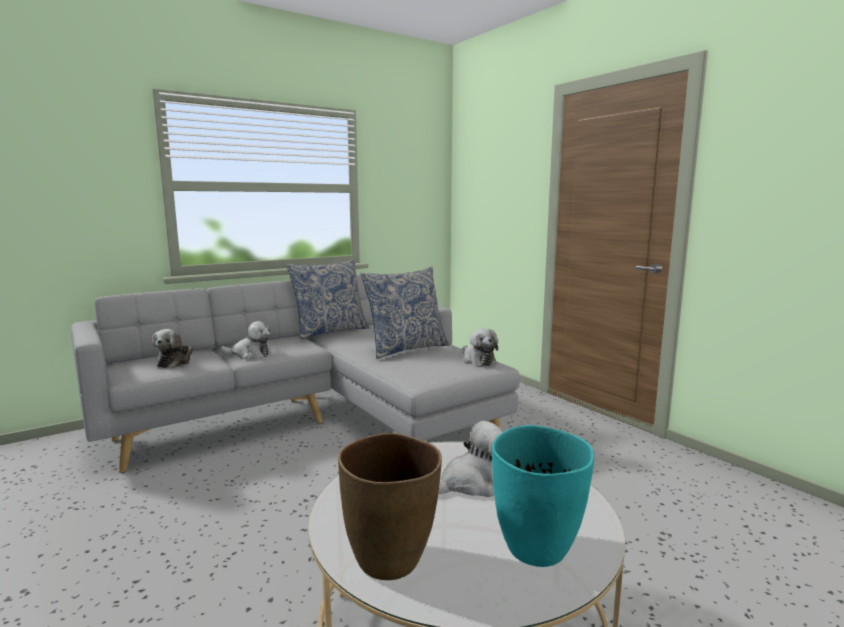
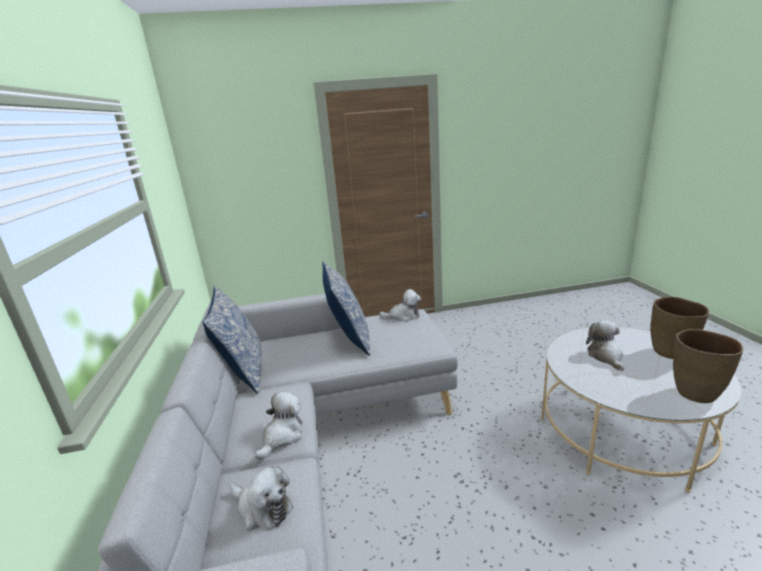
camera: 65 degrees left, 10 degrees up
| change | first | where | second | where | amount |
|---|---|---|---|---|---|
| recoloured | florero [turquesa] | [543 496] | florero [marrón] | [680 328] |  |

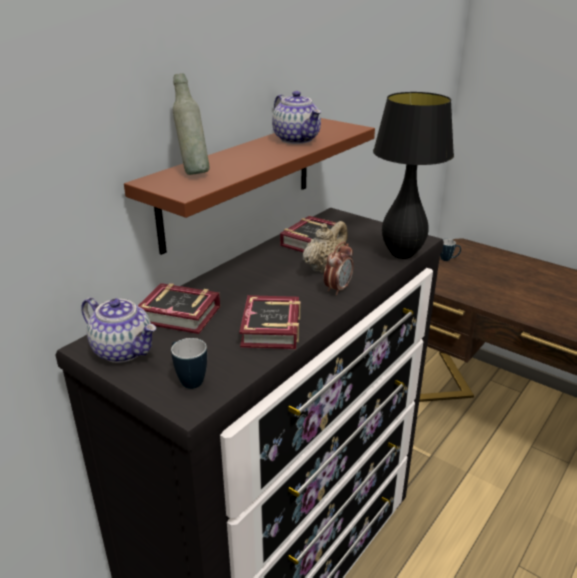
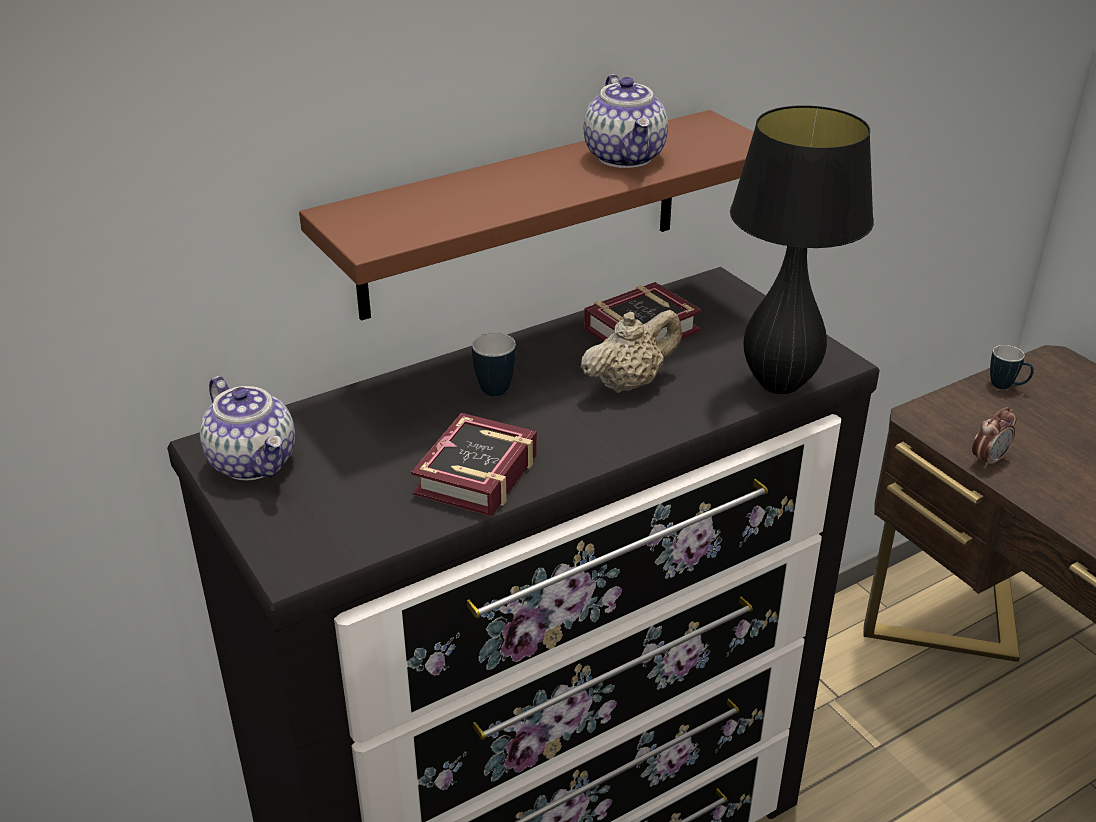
camera: 20 degrees right, 5 degrees up
| change | first | where | second | where | amount |
|---|---|---|---|---|---|
| removed | botella [gris] | [191 124] |  |  |  |
| moved | despertador | [339 268] |  | [994 438] |  |
| removed | libro | [179 308] |  |  |  |
| moved | taza grande | [189 363] |  | [494 364] |  |

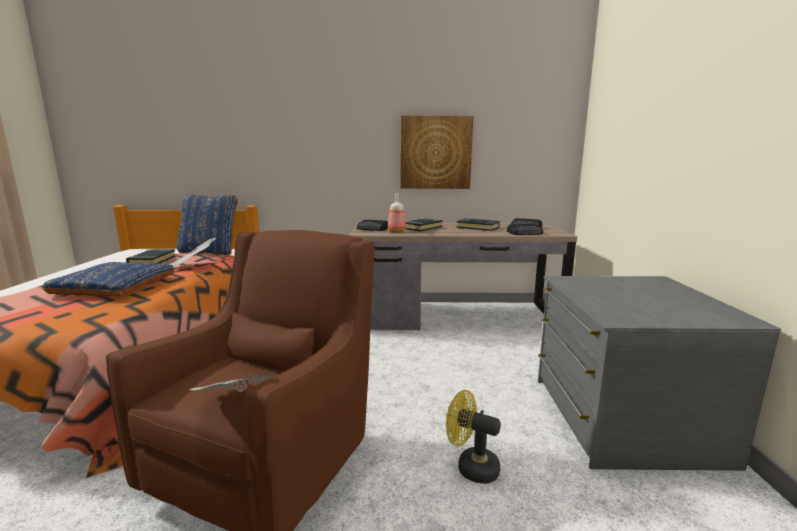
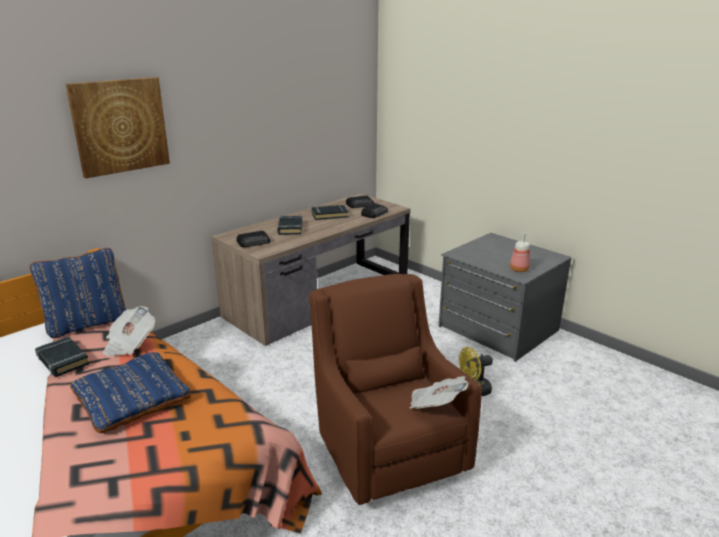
camera: 45 degrees left, 10 degrees up
| change | first | where | second | where | amount |
|---|---|---|---|---|---|
| moved | cuadro | [437 152] |  | [117 127] |  |
| moved | botella | [397 212] |  | [520 252] |  |

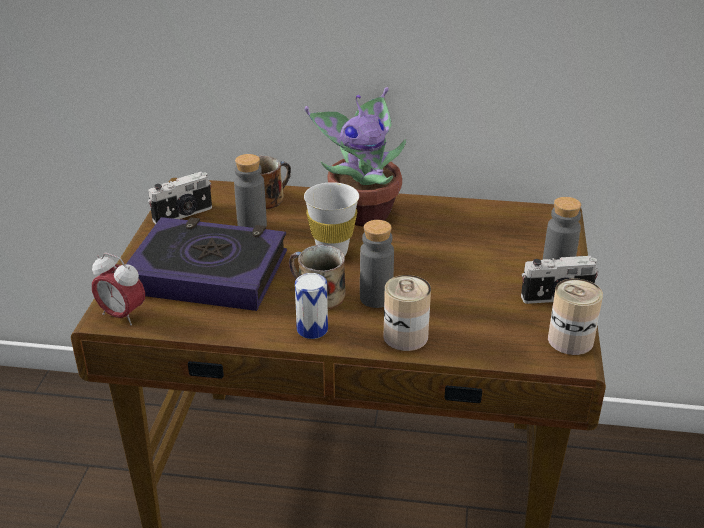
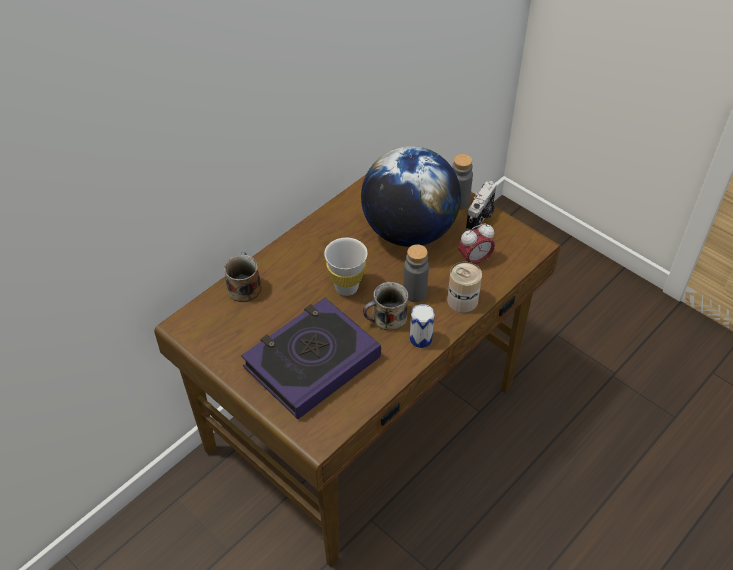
camera: 55 degrees left, 15 degrees up
| change | first | where | second | where | amount |
|---|---|---|---|---|---|
| removed | planta en maceta | [355 156] |  |  |  |
| removed | botella [gris] | [250 191] |  |  |  |
| removed | cámara | [180 198] |  |  |  |
| moved | despertador | [118 289] |  | [476 244] |  |
| removed | lata | [575 316] |  |  |  |
| added |  |  | globo terráqueo | [411 196] |  |

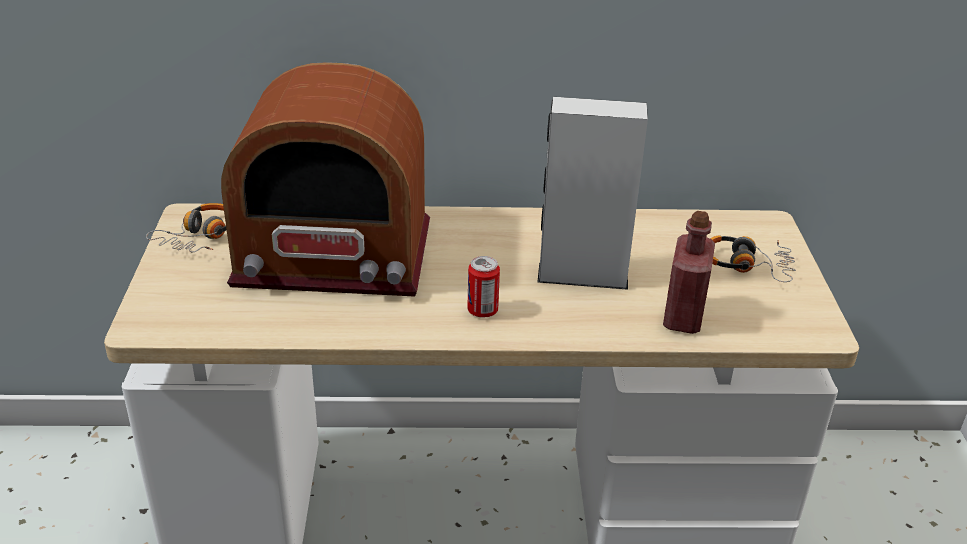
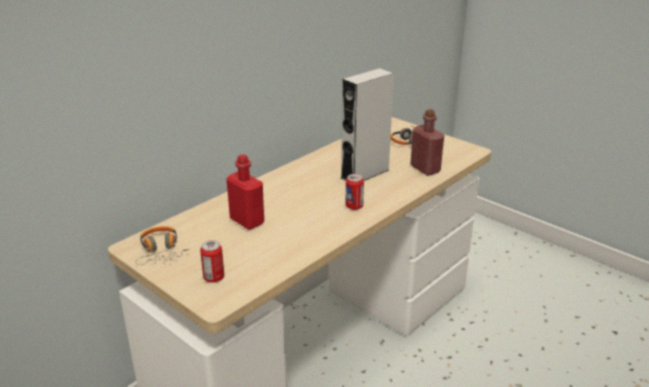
camera: 45 degrees left, 5 degrees down
| change | first | where | second | where | amount |
|---|---|---|---|---|---|
| replaced | radio | [325 179] | botella [rojo] | [245 192] |  |
| added |  |  | lata | [212 261] |  |

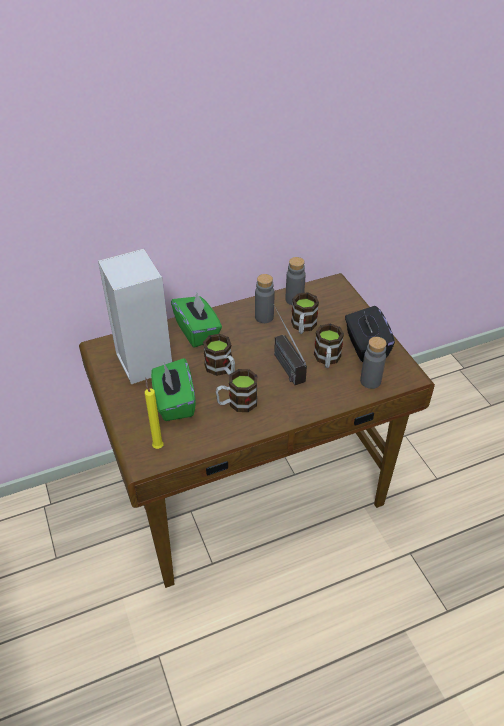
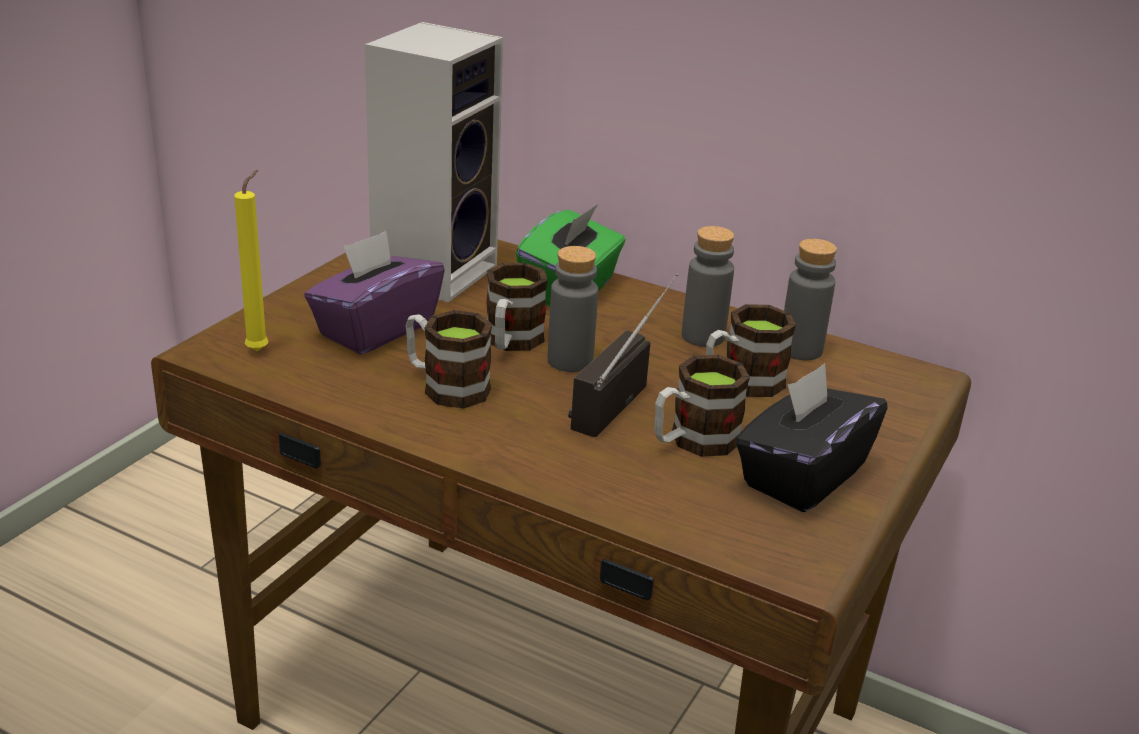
camera: 50 degrees right, 15 degrees down
| change | first | where | second | where | amount |
|---|---|---|---|---|---|
| moved | botella [gris] | [373 363] |  | [573 309] |  |
| recoloured | caja de pañuelos [verde] | [173 389] | caja de pañuelos [morado] | [374 292] |  |

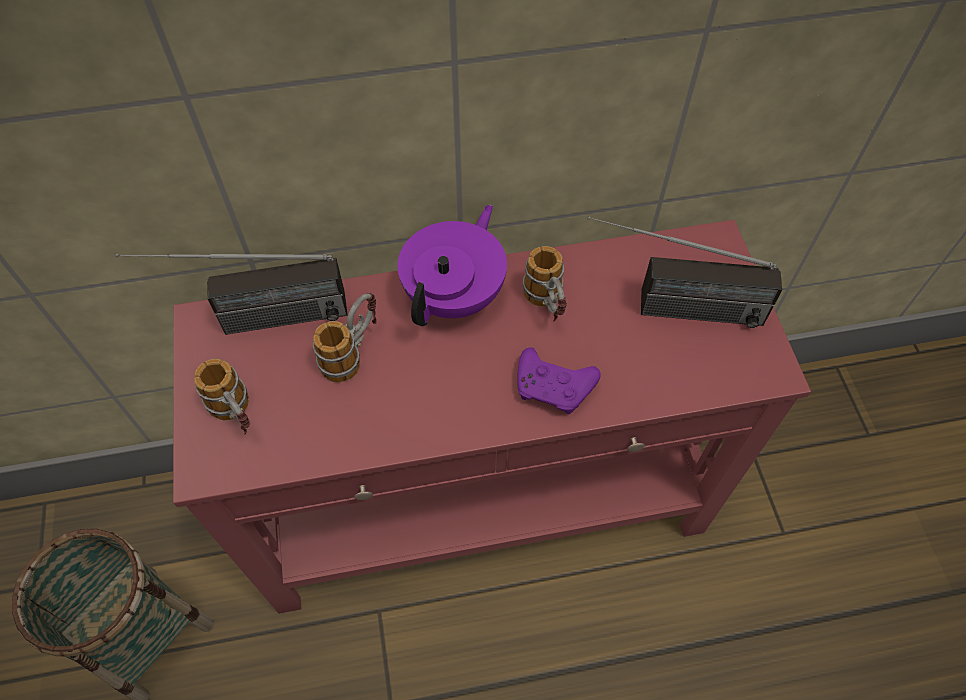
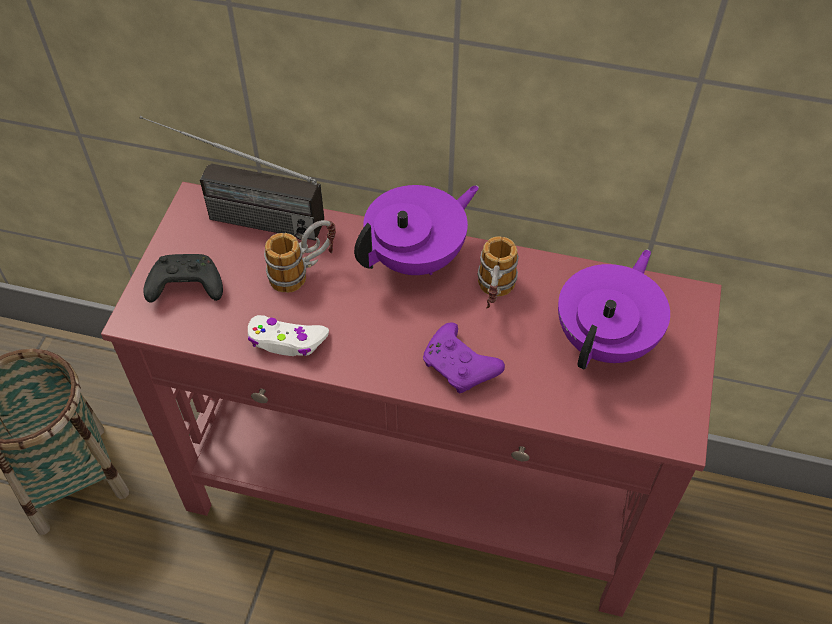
camera: 25 degrees right, 5 degrees down
| change | first | where | second | where | amount |
|---|---|---|---|---|---|
| replaced | radio | [684 272] | tetera [morado] | [614 309] |  |
| replaced | taza grande | [222 396] | mando de consola [negro] | [183 278] |  |
| added |  |  | mando de consola [blanco] | [288 335] |  |

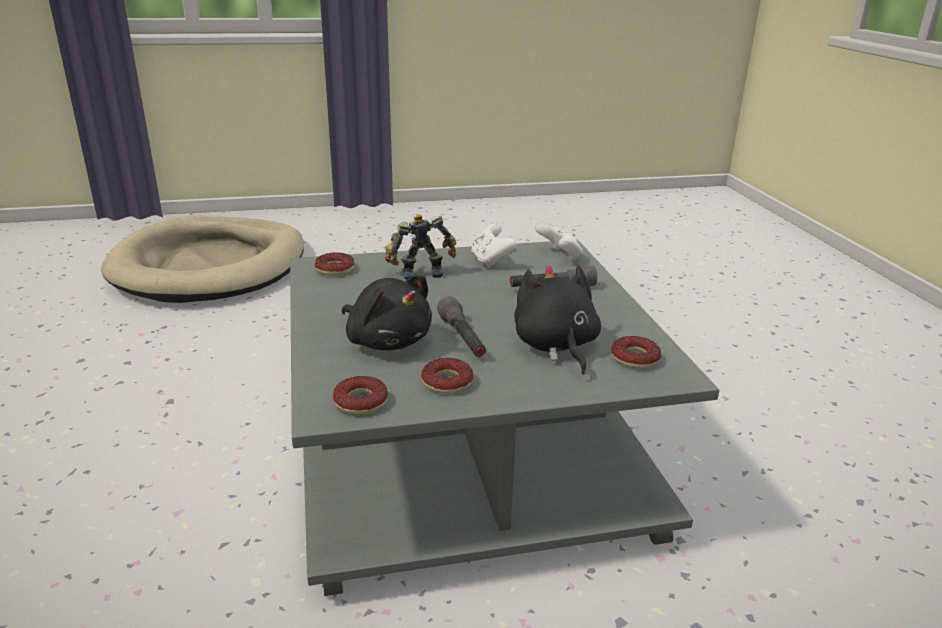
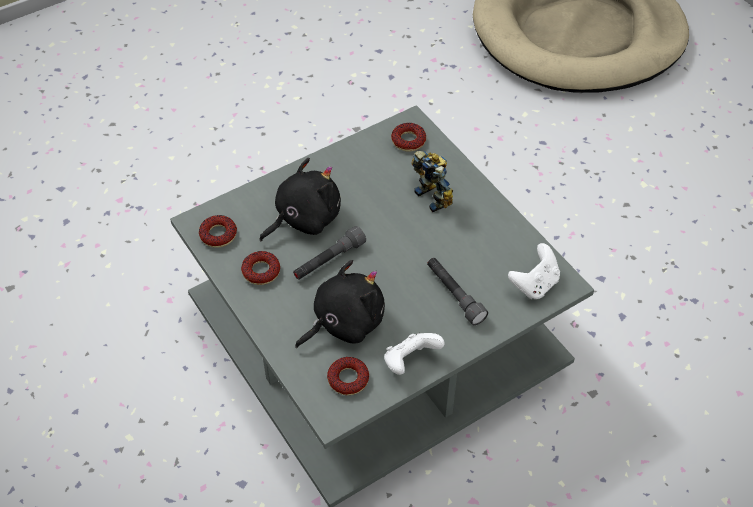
camera: 70 degrees right, 25 degrees up
| change | first | where | second | where | amount |
|---|---|---|---|---|---|
| moved | mando de consola [blanco] | [493 245] |  | [414 354] |  |
| turned | peluche [negro] | [387 313] |  | [300 199] | 150 degrees counterclockwise |

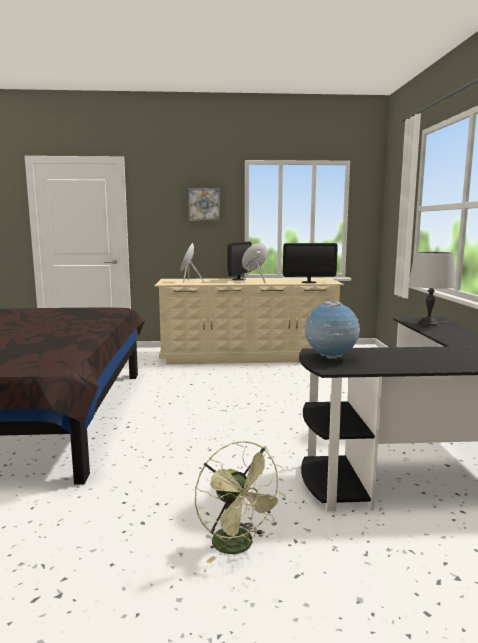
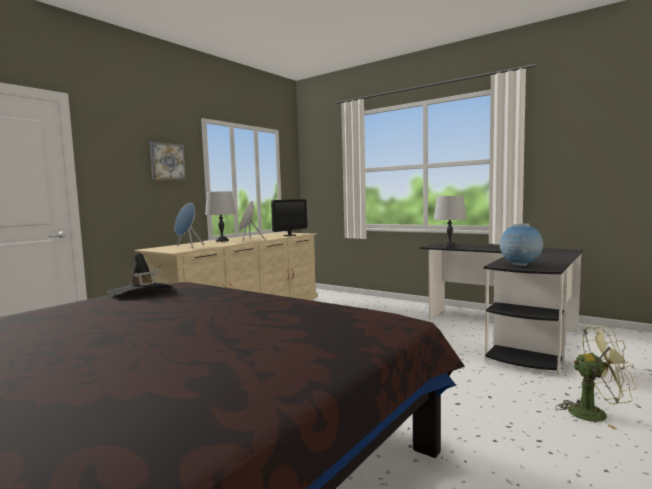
camera: 50 degrees left, 5 degrees down
| change | first | where | second | where | amount |
|---|---|---|---|---|---|
| replaced | monitor | [239 261] | lámpara de mesa [gris] | [220 216] |  |
| added |  |  | sombrero [negro] | [141 274] |  |

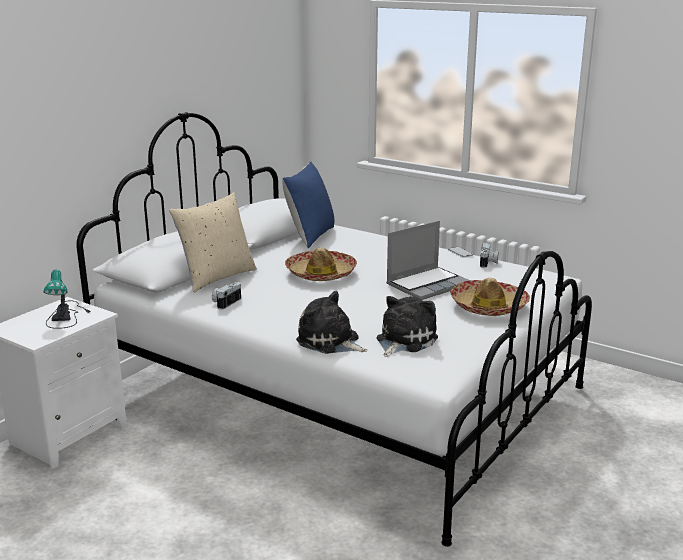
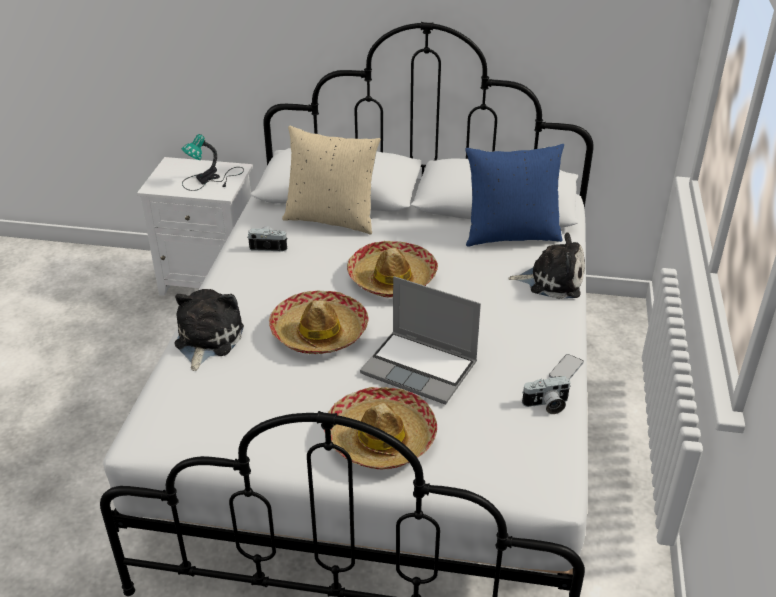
camera: 65 degrees right, 15 degrees up
| change | first | where | second | where | amount |
|---|---|---|---|---|---|
| moved | peluche | [407 326] |  | [546 265] |  |
| added |  |  | sombrero | [319 322] |  |

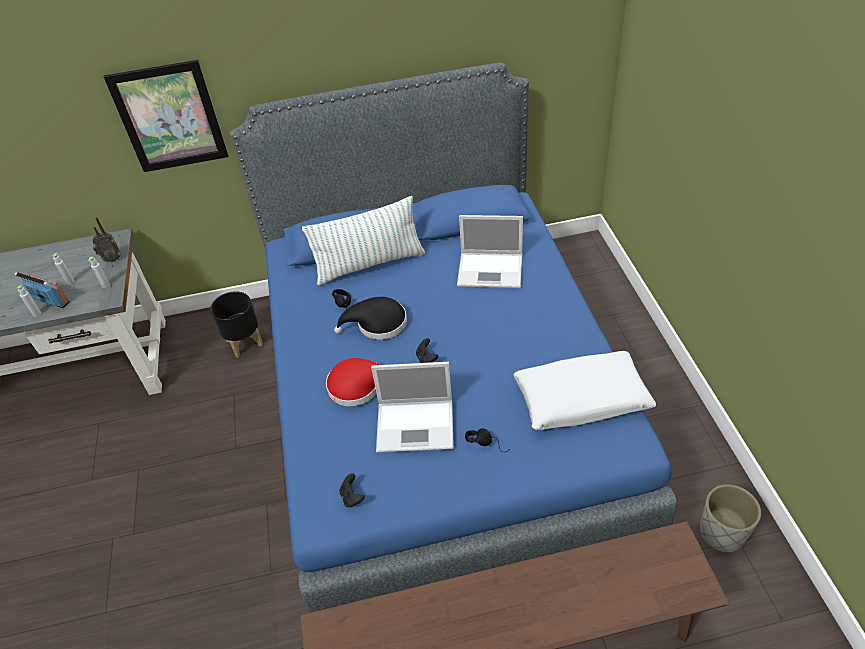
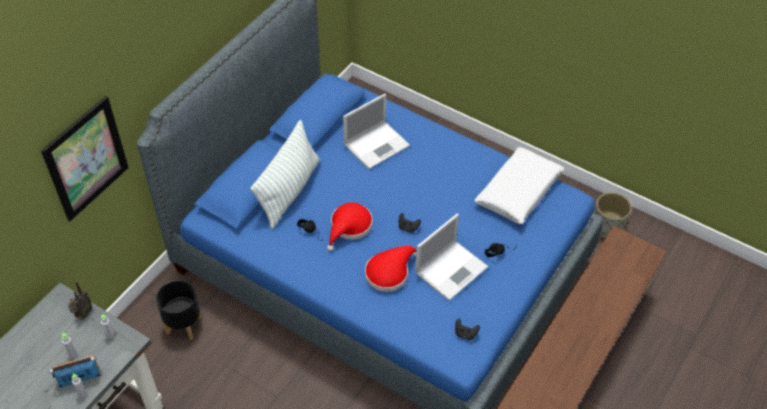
camera: 50 degrees left, 5 degrees up
| change | first | where | second | where | amount |
|---|---|---|---|---|---|
| recoloured | sombrero [negro] | [370 318] | sombrero [rojo] | [350 227] |  |

